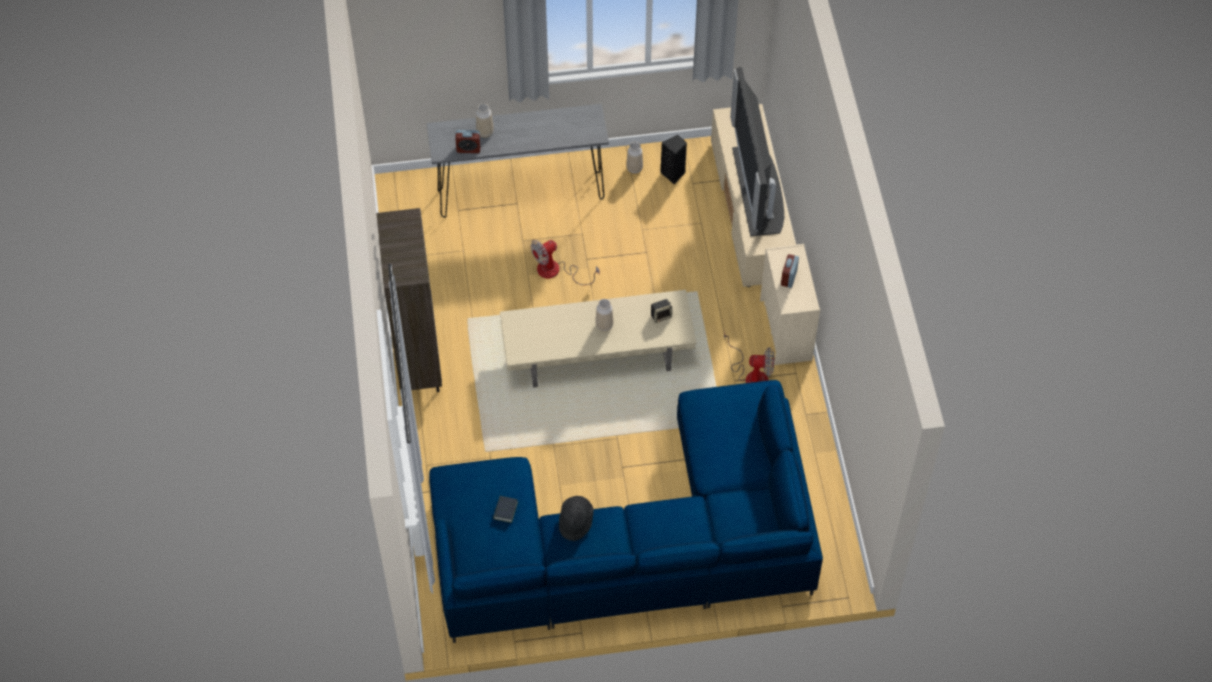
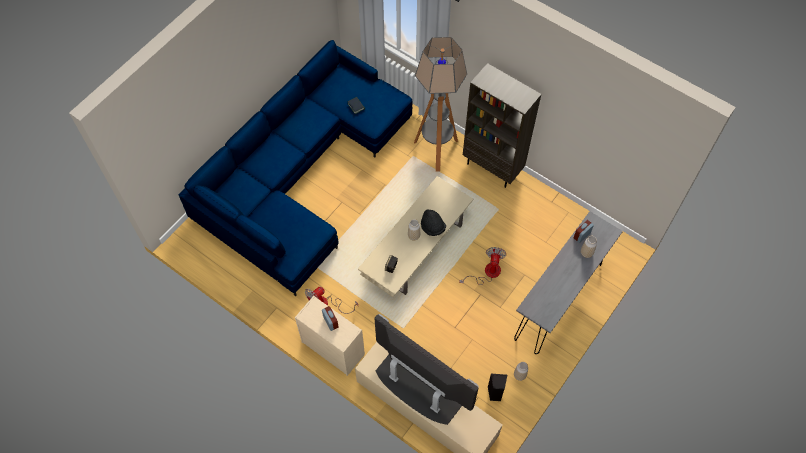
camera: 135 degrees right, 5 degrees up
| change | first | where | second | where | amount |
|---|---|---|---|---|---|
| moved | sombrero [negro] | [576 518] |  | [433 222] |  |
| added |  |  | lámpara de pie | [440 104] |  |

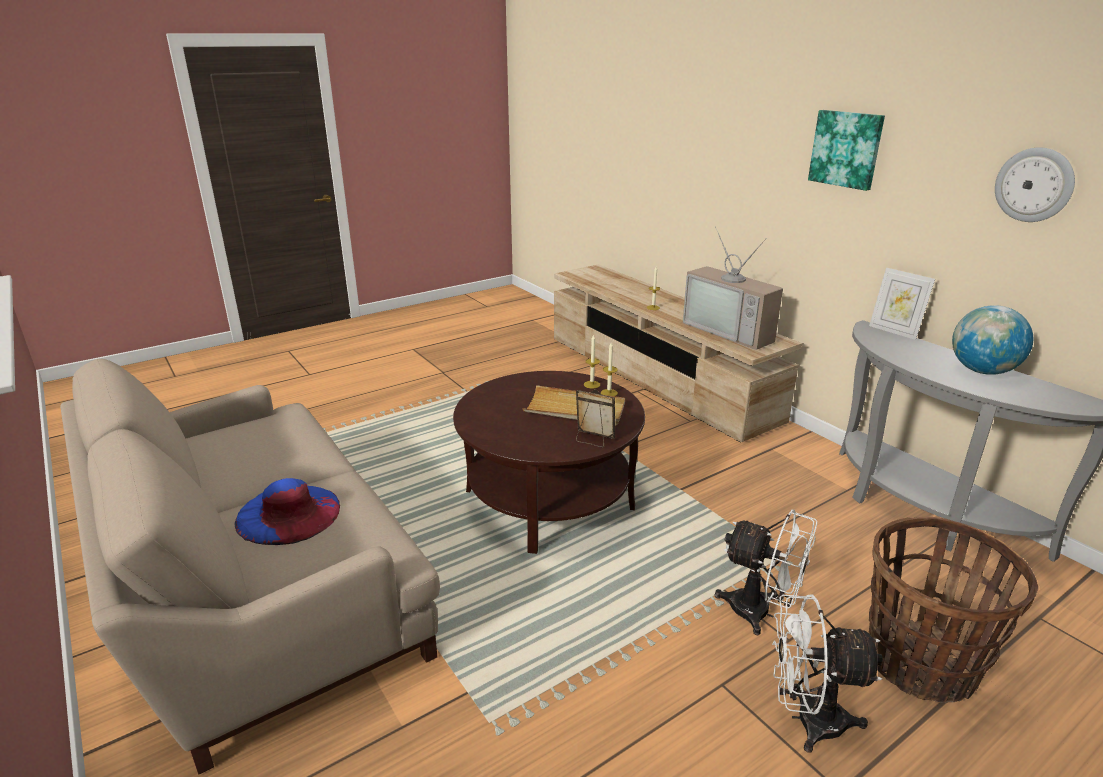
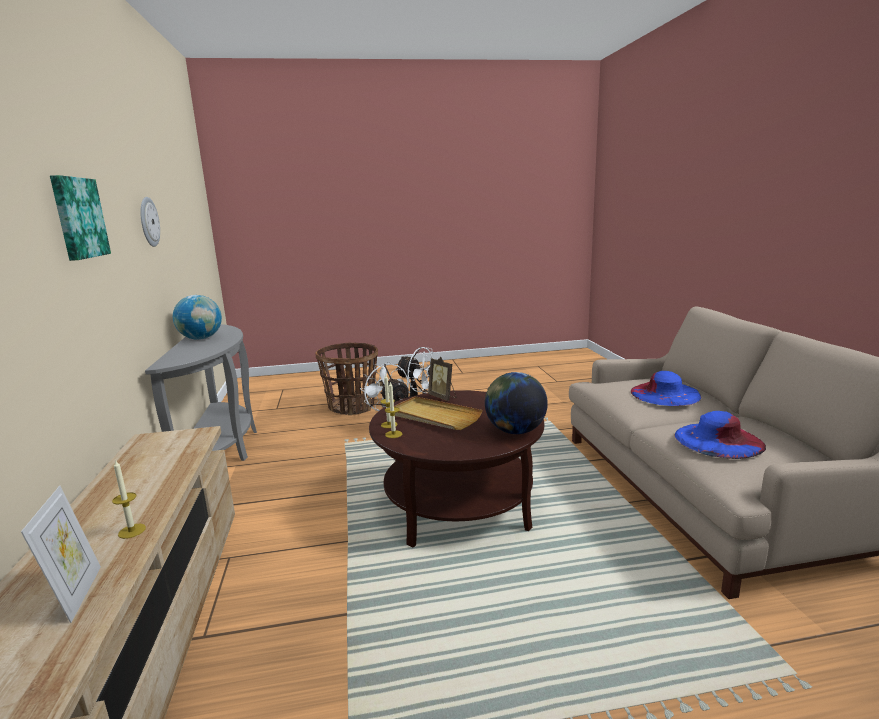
camera: 155 degrees left, 10 degrees down
| change | first | where | second | where | amount |
|---|---|---|---|---|---|
| removed | televisor | [733 288] |  |  |  |
| moved | portarretratos | [902 303] |  | [61 554] |  |
| added |  |  | globo terráqueo | [516 403] |  |
| added |  |  | sombrero [azul] | [720 435] |  |

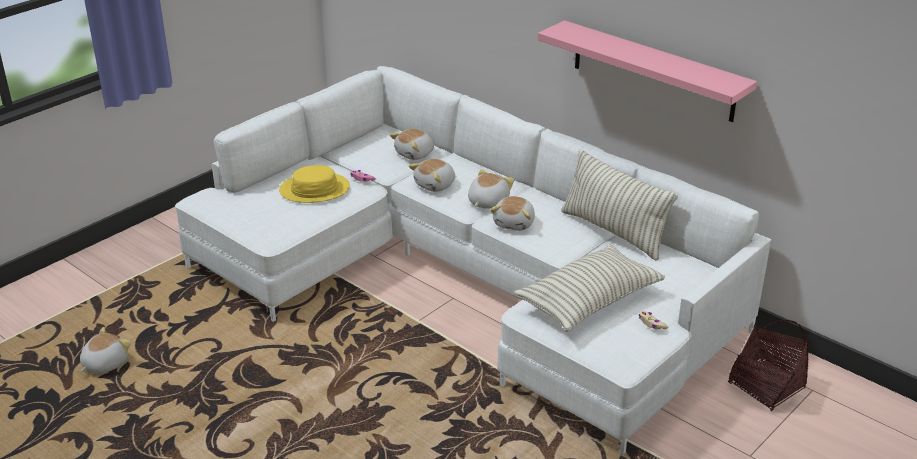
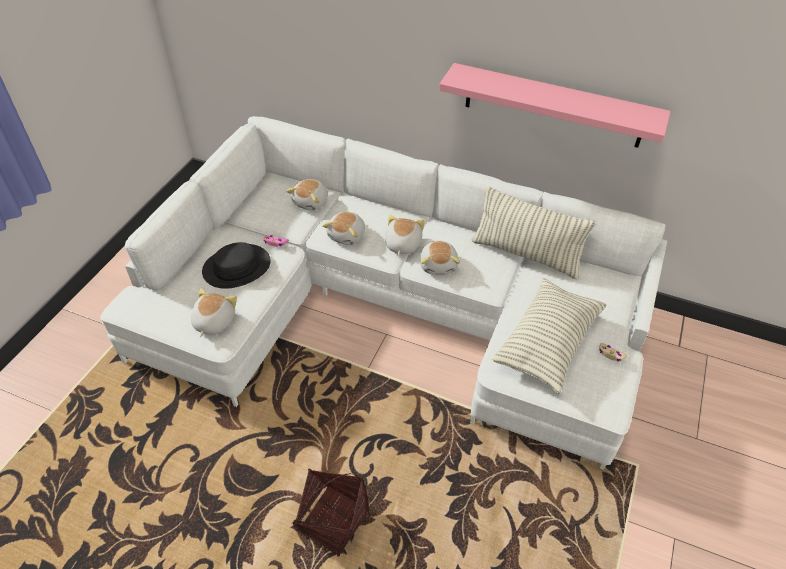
camera: 20 degrees left, 15 degrees up
| change | first | where | second | where | amount |
|---|---|---|---|---|---|
| recoloured | sombrero [amarillo] | [314 184] | sombrero [negro] | [236 265] |  |
| moved | cesta | [768 365] |  | [331 513] |  |
| moved | peluche | [105 350] |  | [214 312] |  |

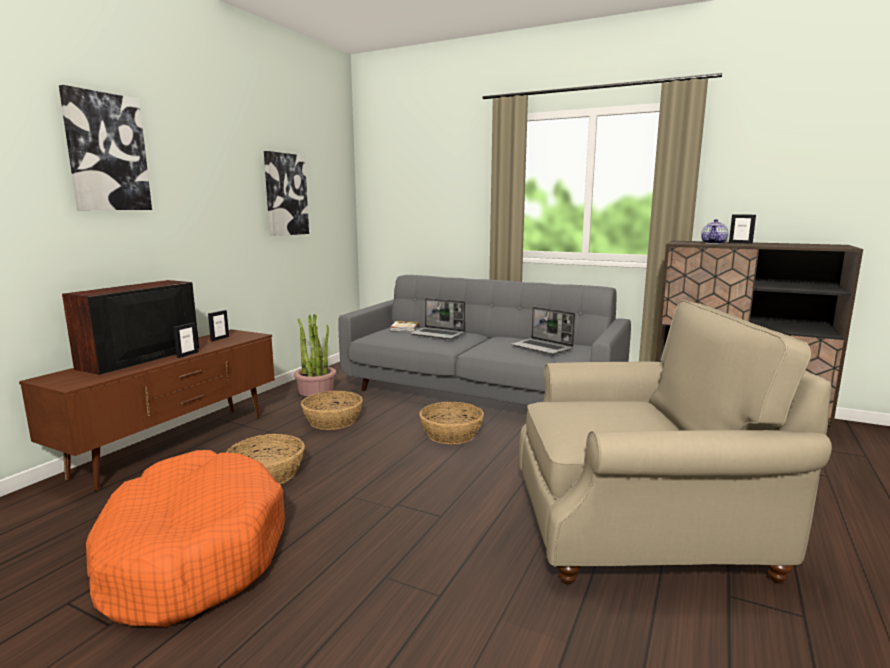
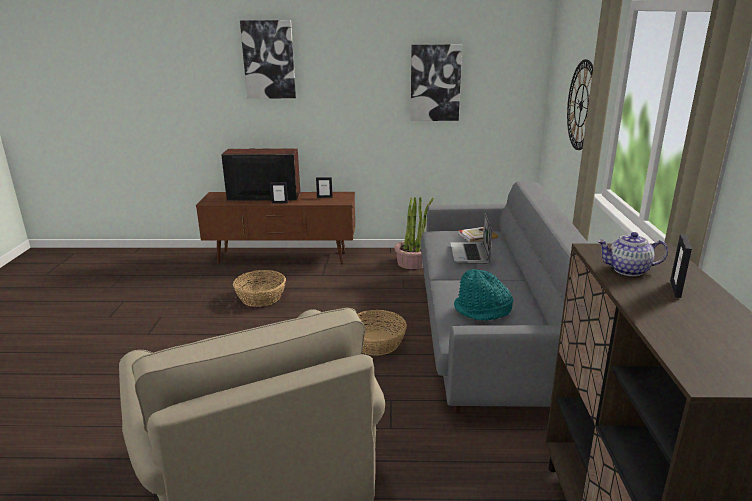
camera: 65 degrees right, 10 degrees up
| change | first | where | second | where | amount |
|---|---|---|---|---|---|
| replaced | portátil | [543 331] | sombrero [turquesa] | [483 294] |  |
| removed | cesta | [332 410] |  |  |  |
| removed | cama para perro [naranja] | [185 538] |  |  |  |
| added |  |  | reloj de pared | [580 104] |  |

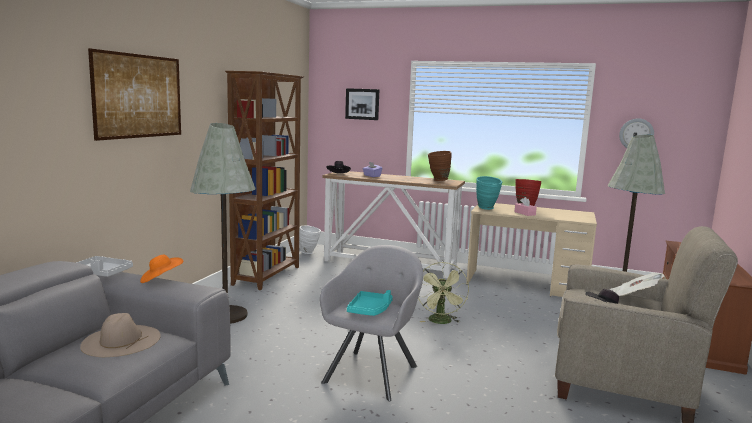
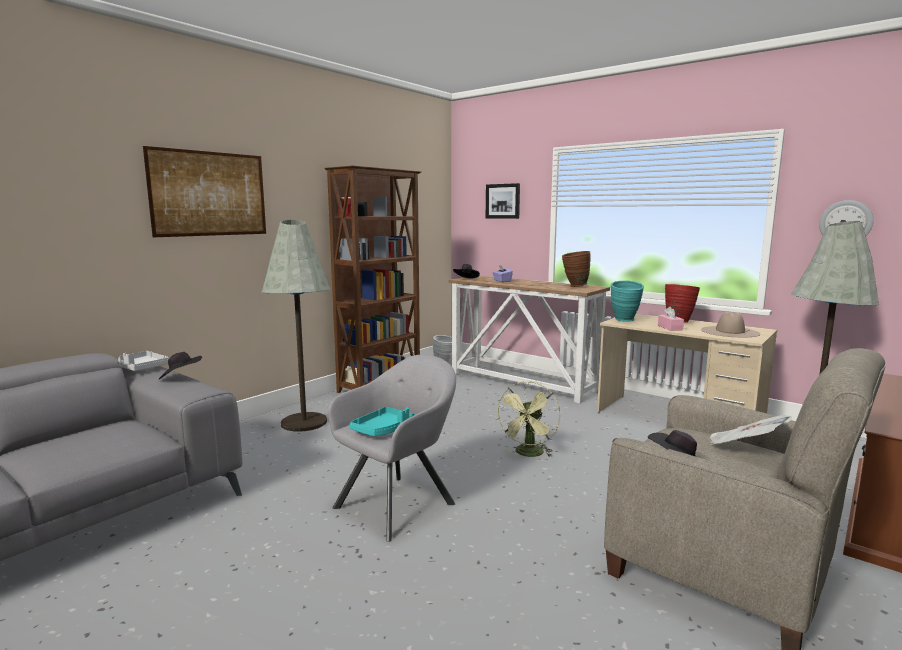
camera: 20 degrees right, 0 degrees up
| change | first | where | second | where | amount |
|---|---|---|---|---|---|
| recoloured | sombrero [naranja] | [161 269] | sombrero [negro] | [180 365] |  |
| moved | sombrero [beis] | [120 335] |  | [730 324] |  |

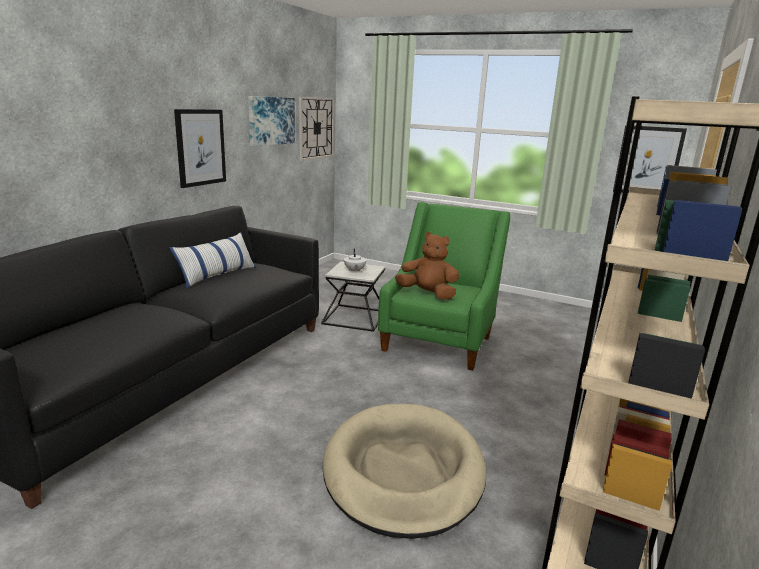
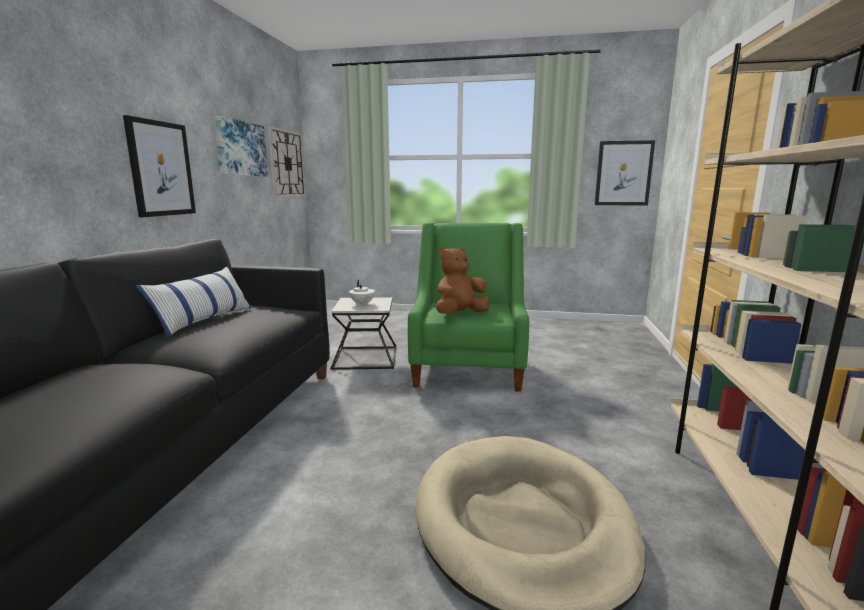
camera: 15 degrees left, 5 degrees down
| change | first | where | second | where | amount |
|---|---|---|---|---|---|
| turned | peluche [marrón] | [427 266] |  | [463 280] | 45 degrees counterclockwise |

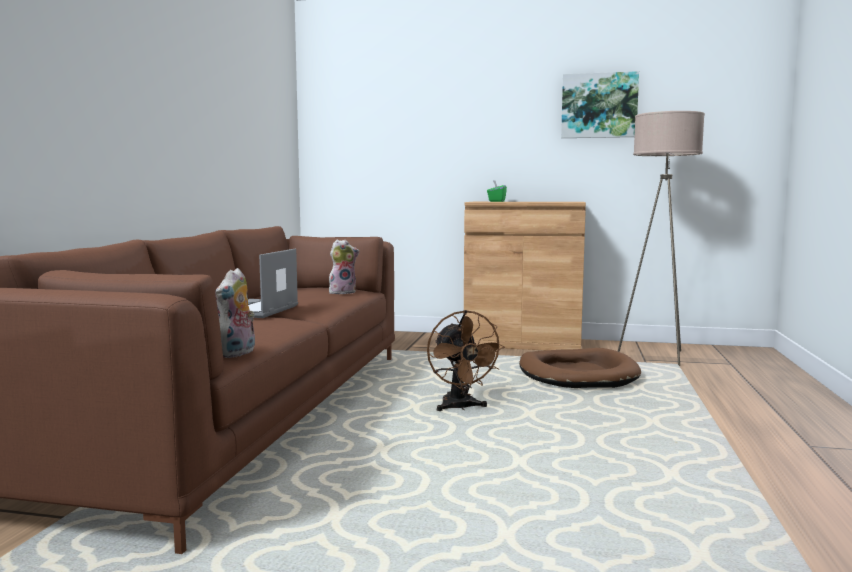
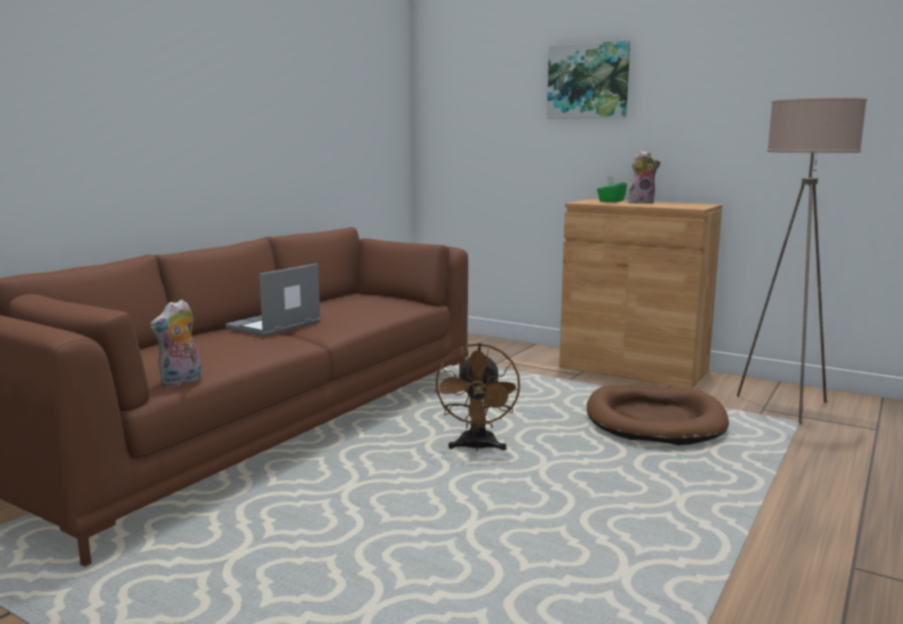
camera: 20 degrees right, 5 degrees up
| change | first | where | second | where | amount |
|---|---|---|---|---|---|
| moved | cuadro | [600 104] |  | [588 79] |  |
| moved | peluche | [344 267] |  | [644 177] |  |

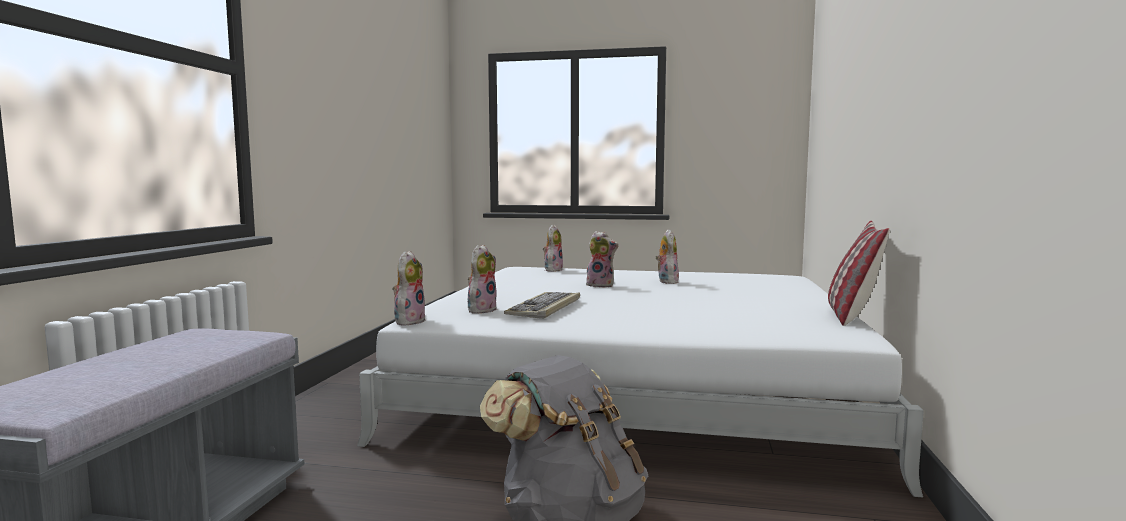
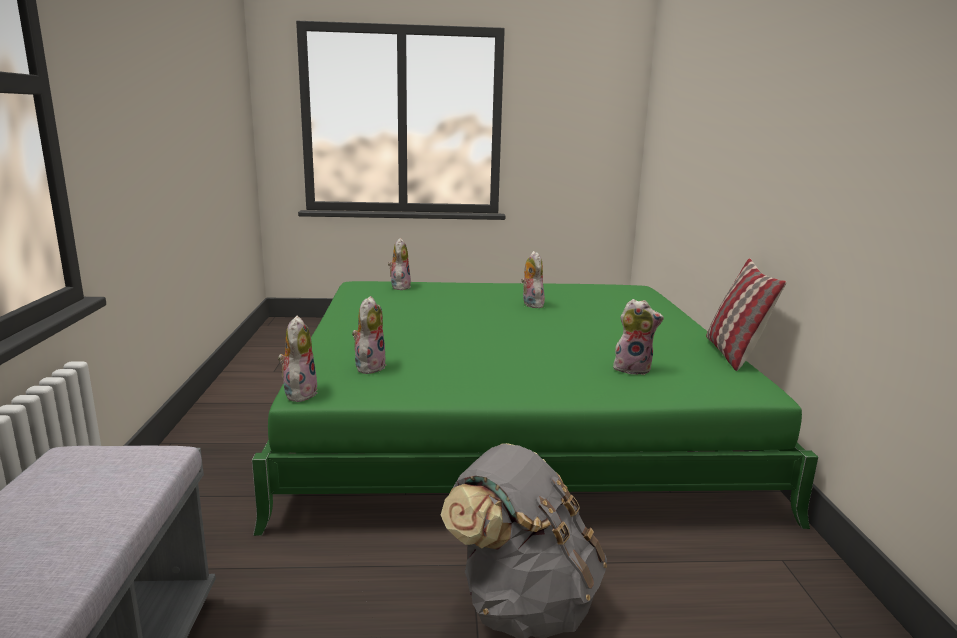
camera: 15 degrees left, 10 degrees up
| change | first | where | second | where | amount |
|---|---|---|---|---|---|
| moved | peluche | [602 259] |  | [638 337] |  |
| recoloured | cama [blanco] | [640 382] | cama [verde] | [535 408] |  |
| removed | teclado | [542 305] |  |  |  |

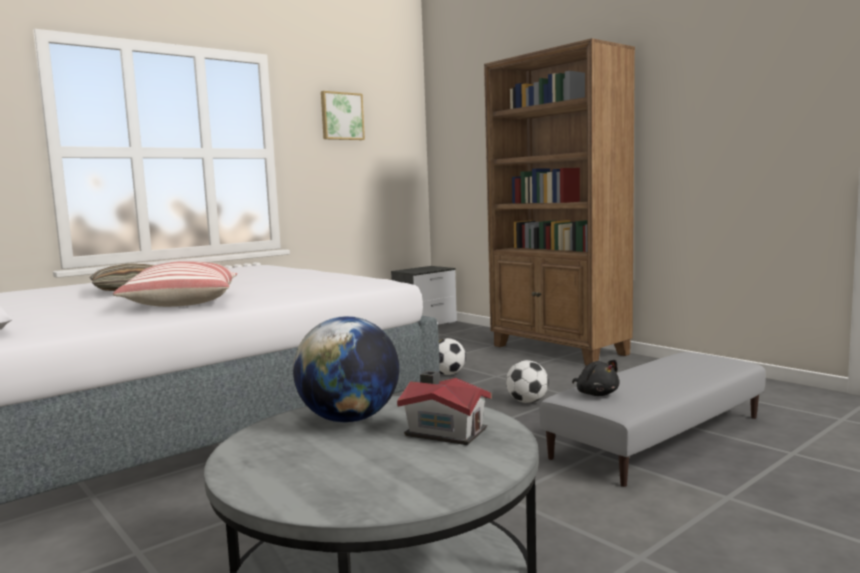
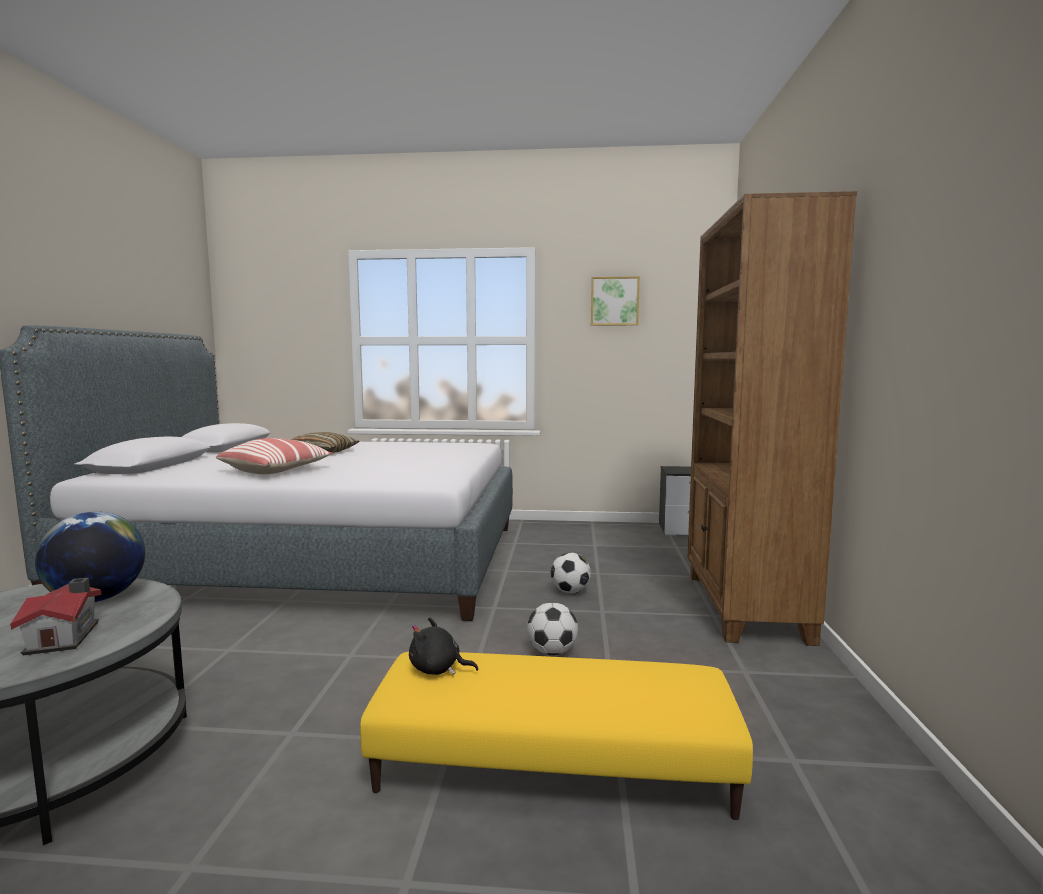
camera: 45 degrees right, 0 degrees up
| change | first | where | second | where | amount |
|---|---|---|---|---|---|
| recoloured | puf [gris] | [653 419] | puf [amarillo] | [556 736] |  |
| turned | peluche [negro] | [596 378] |  | [444 646] | 90 degrees clockwise |

